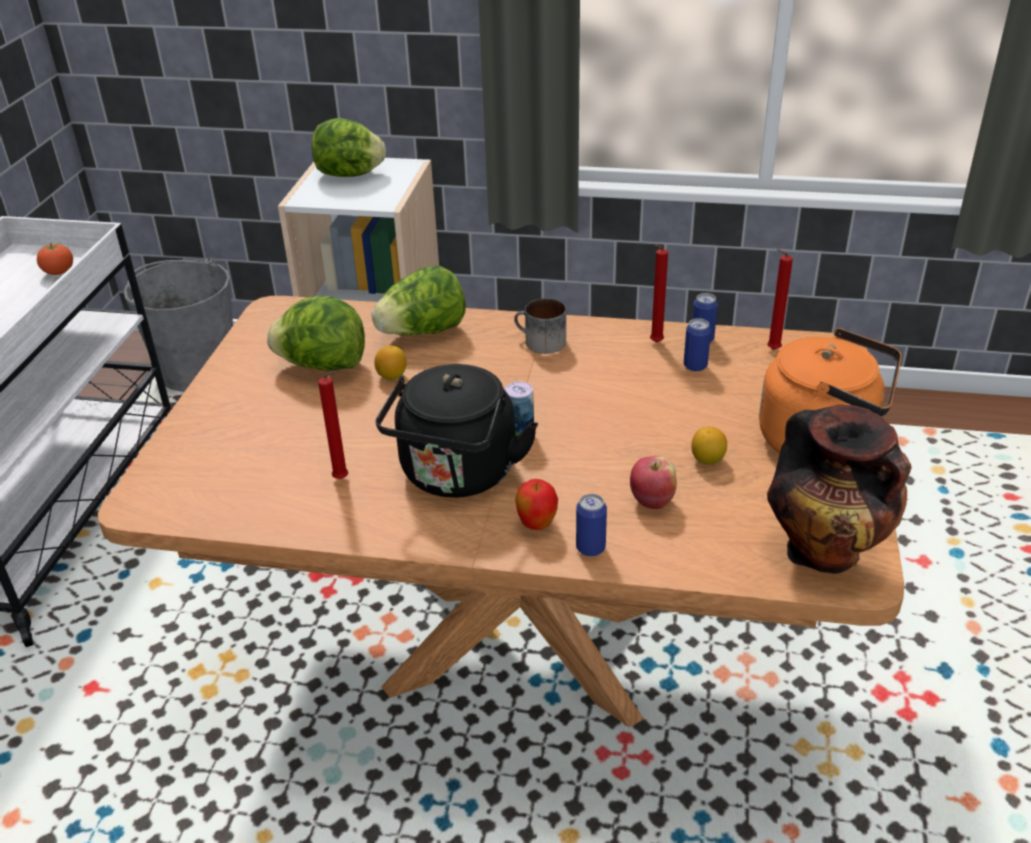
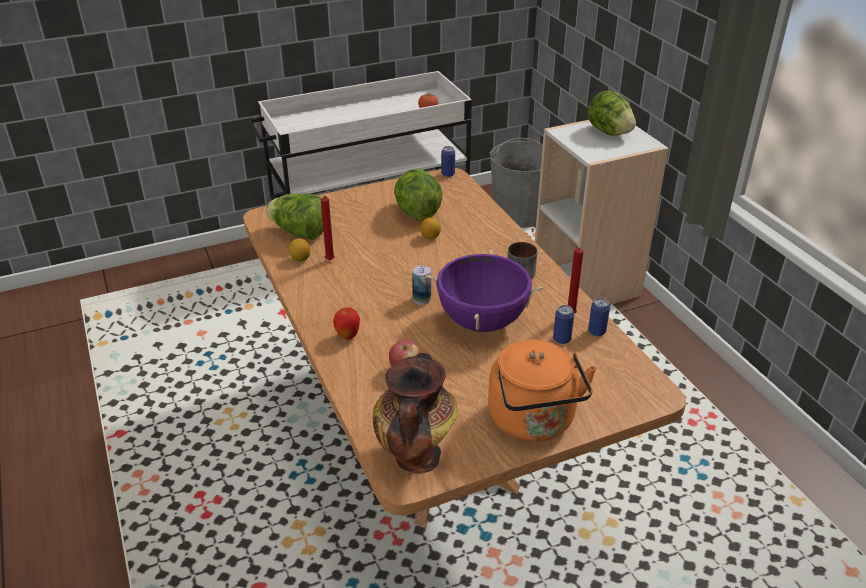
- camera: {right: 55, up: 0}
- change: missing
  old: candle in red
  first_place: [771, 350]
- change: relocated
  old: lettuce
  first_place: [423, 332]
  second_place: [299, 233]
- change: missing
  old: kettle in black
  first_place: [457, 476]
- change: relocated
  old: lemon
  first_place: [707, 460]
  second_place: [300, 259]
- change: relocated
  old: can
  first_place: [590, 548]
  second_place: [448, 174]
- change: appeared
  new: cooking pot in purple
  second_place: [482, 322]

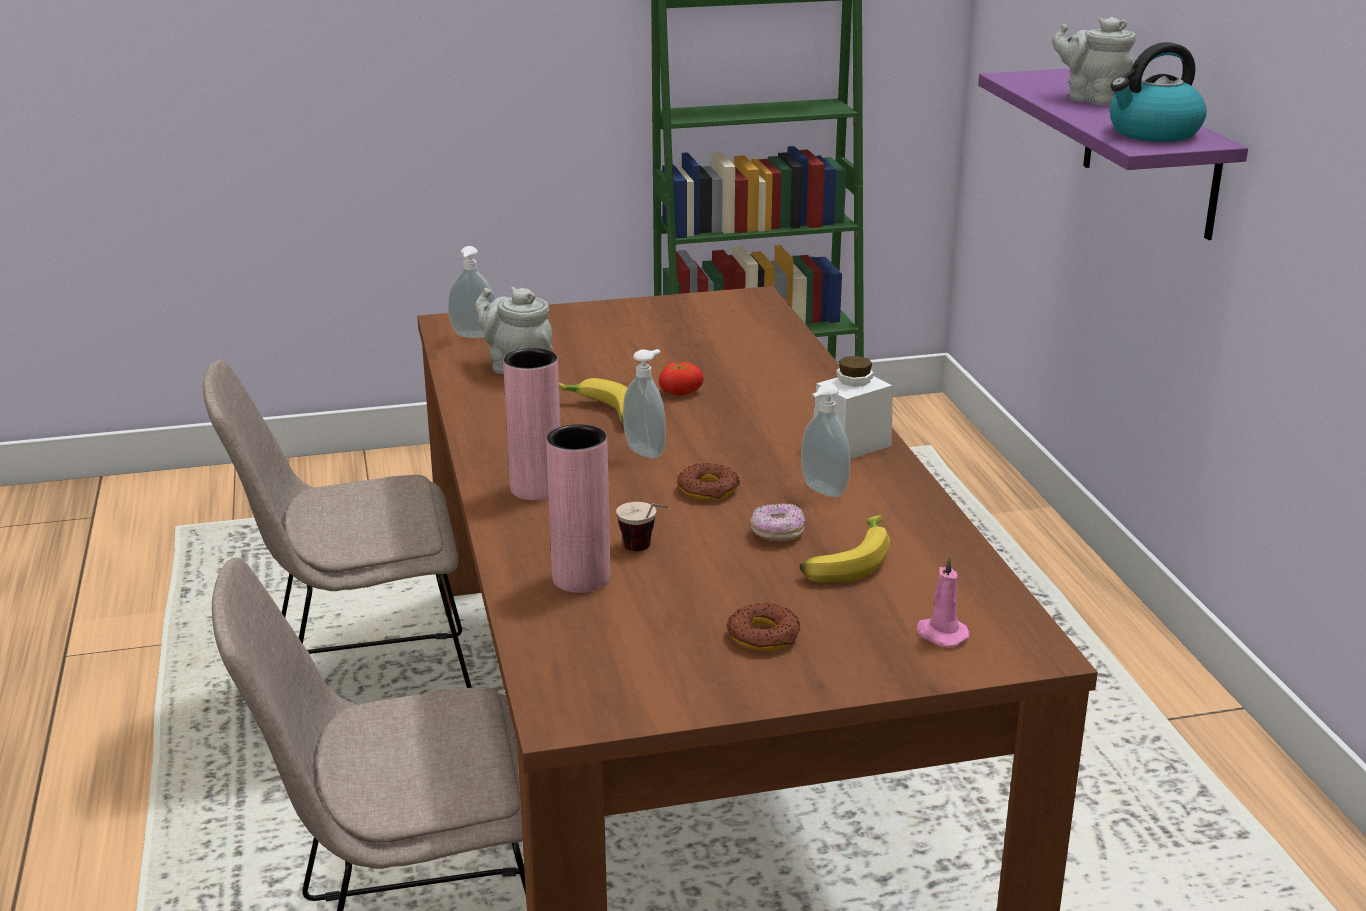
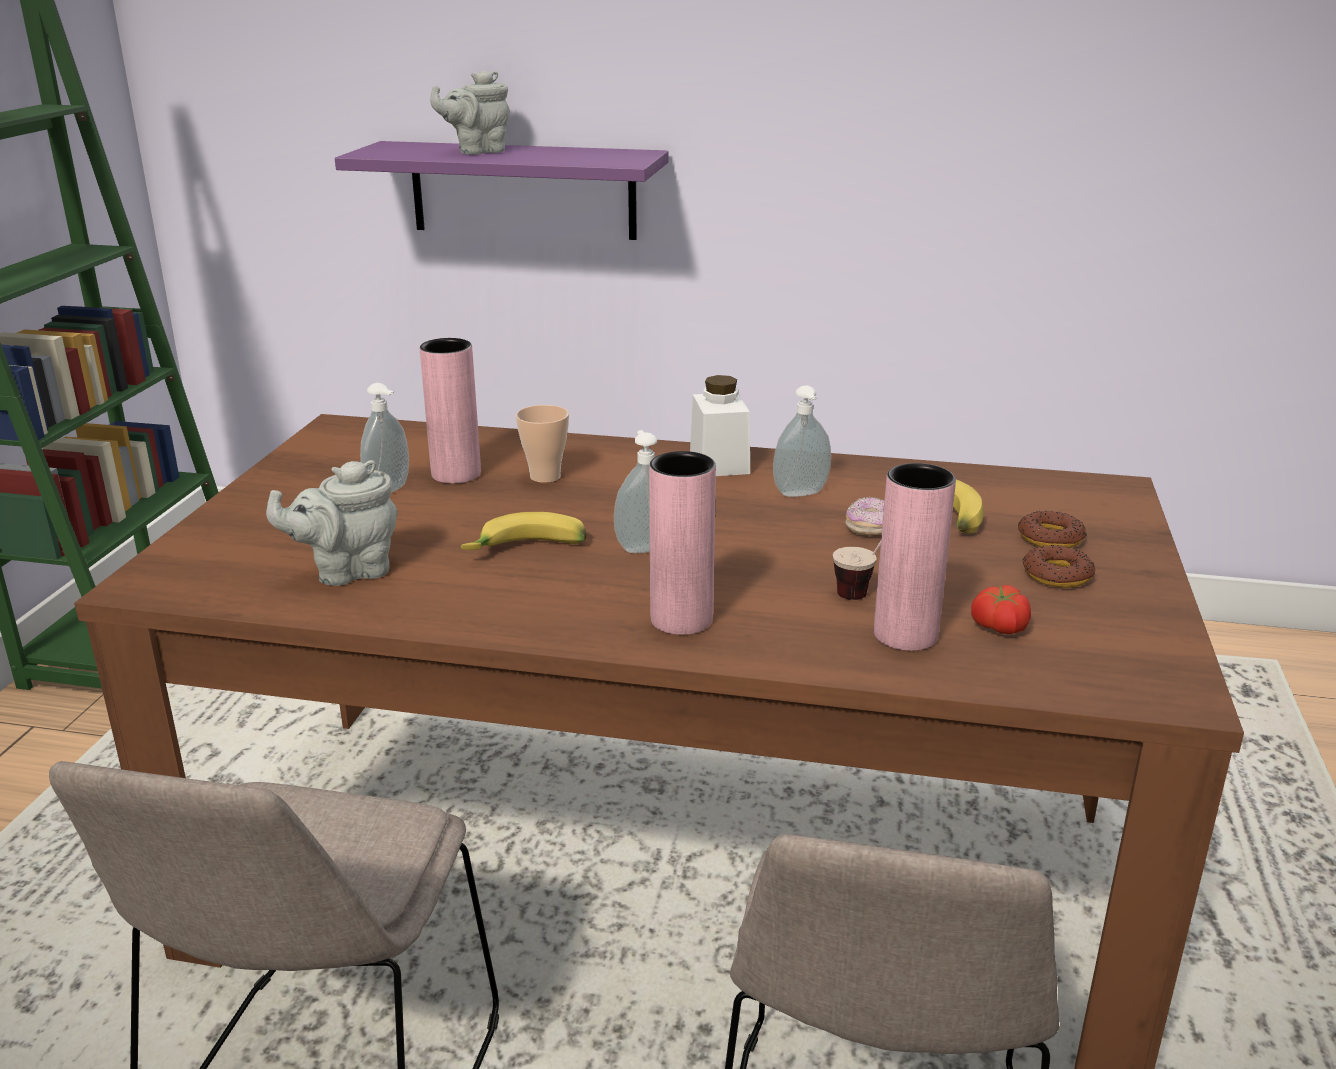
- camera: {right: -65, up: 0}
- change: missing
  old: kettle
  first_place: [1153, 133]
- change: relocated
  old: soap dispenser
  first_place: [473, 336]
  second_place: [390, 490]
- change: relocated
  old: tomato
  first_place: [679, 391]
  second_place: [998, 627]
- change: relocated
  old: donut
  first_place: [708, 489]
  second_place: [1050, 538]
- change: missing
  old: candle in pink
  first_place: [940, 634]
- change: appeared
  new: vase in pink
  second_place: [456, 474]
- change: appeared
  new: cup
  second_place: [545, 477]

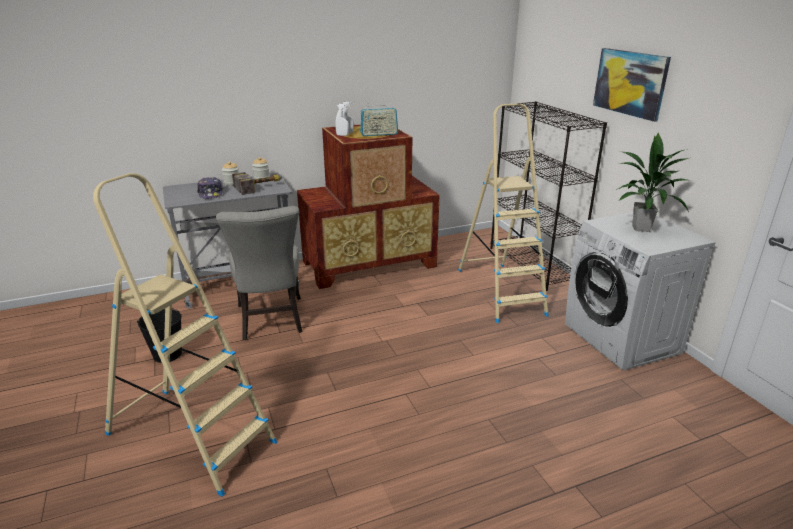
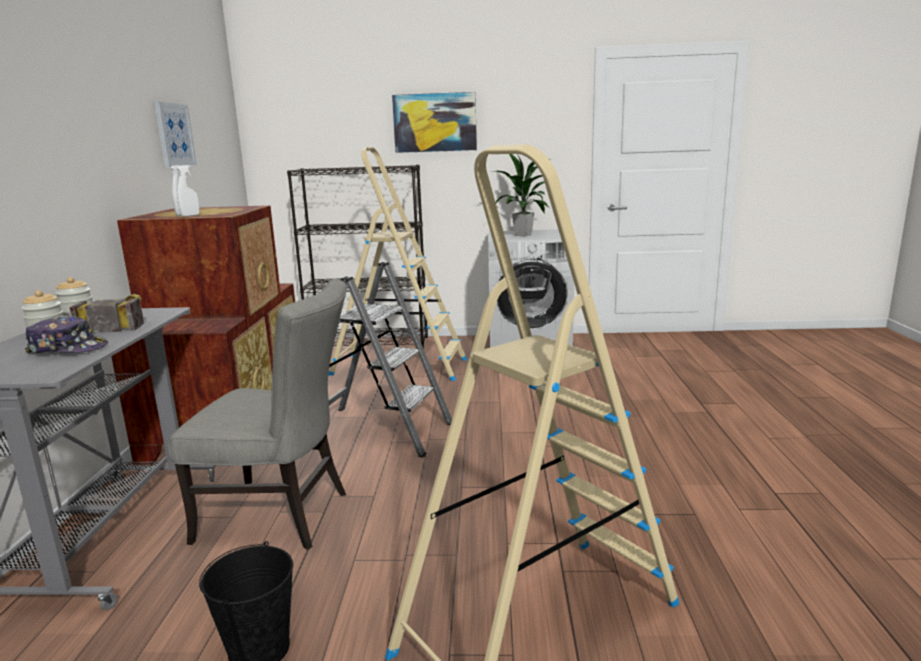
- camera: {right: -65, up: -10}
- change: missing
  old: radio
  first_place: [379, 134]
- change: appeared
  new: picture
  second_place: [174, 135]
- change: appeared
  new: step ladder in grey
  second_place: [376, 430]

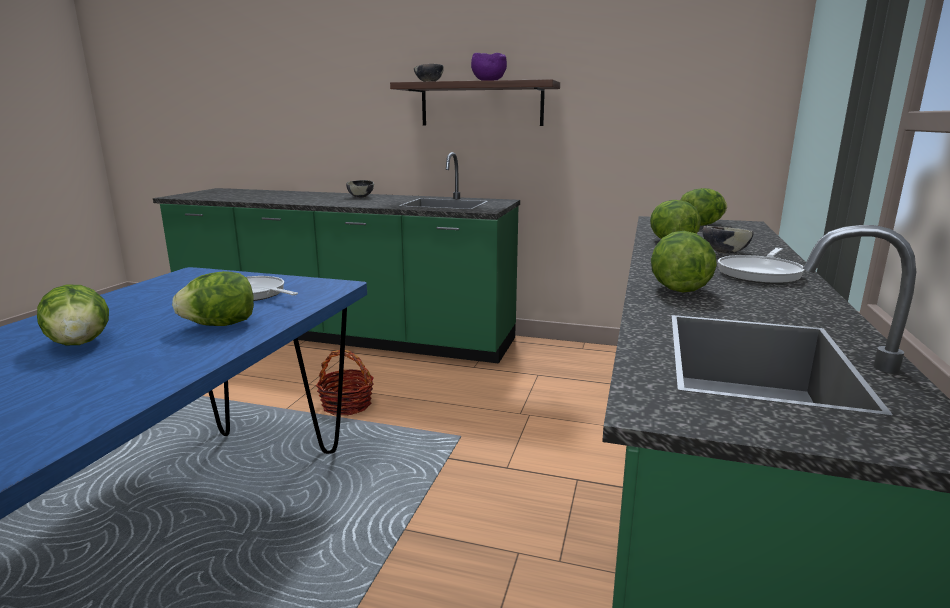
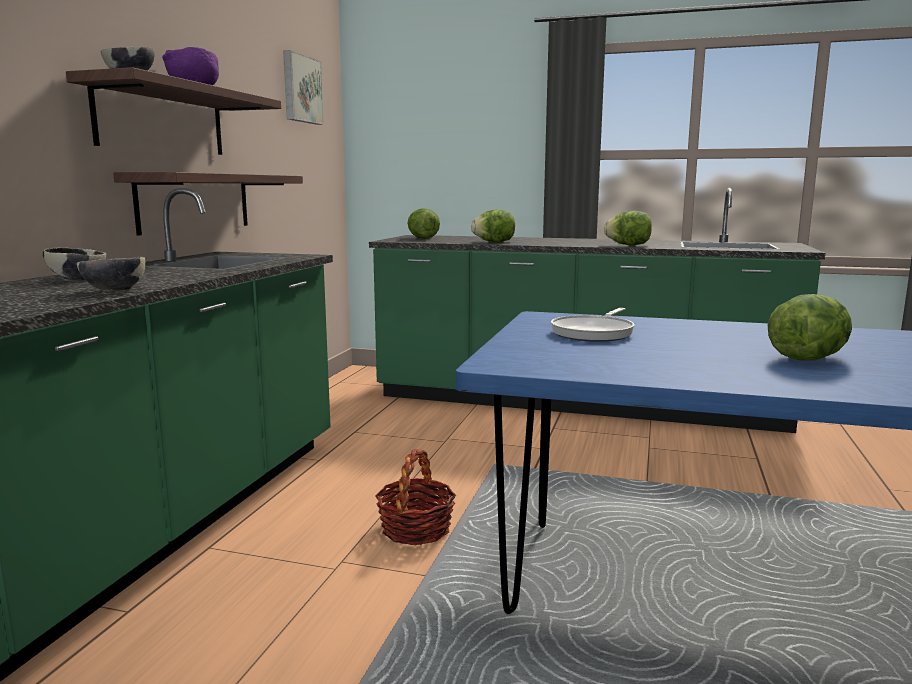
- camera: {right: -90, up: -5}
- change: relocated
  old: bowl
  first_place: [724, 252]
  second_place: [114, 291]
- change: missing
  old: frying pan
  first_place: [760, 273]
- change: missing
  old: lettuce
  first_place: [220, 325]
- change: appeared
  new: picture
  second_place: [301, 89]
- change: appeared
  new: shelf
  second_place: [195, 202]

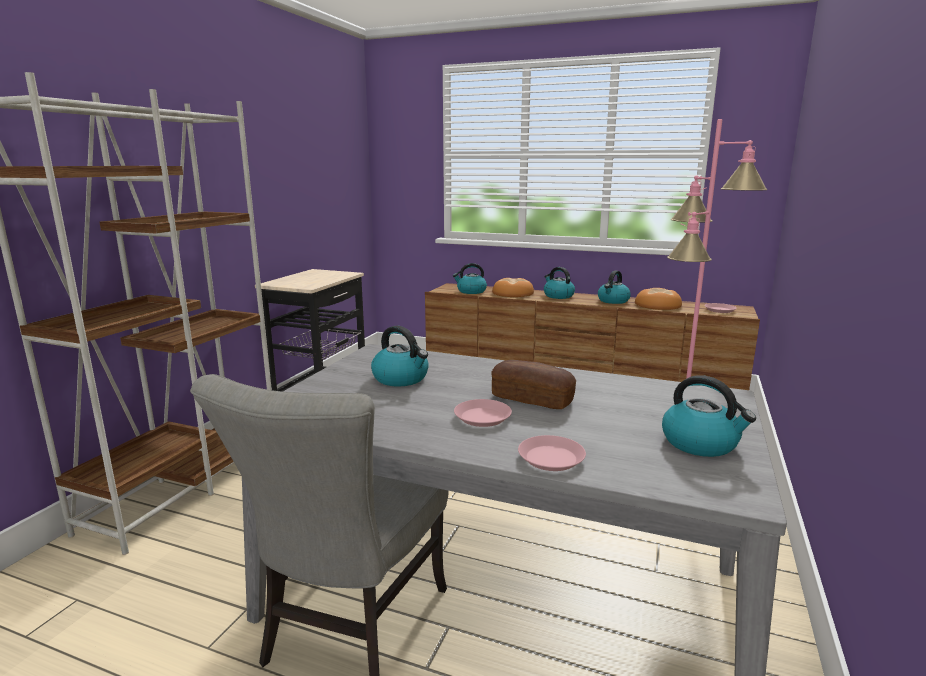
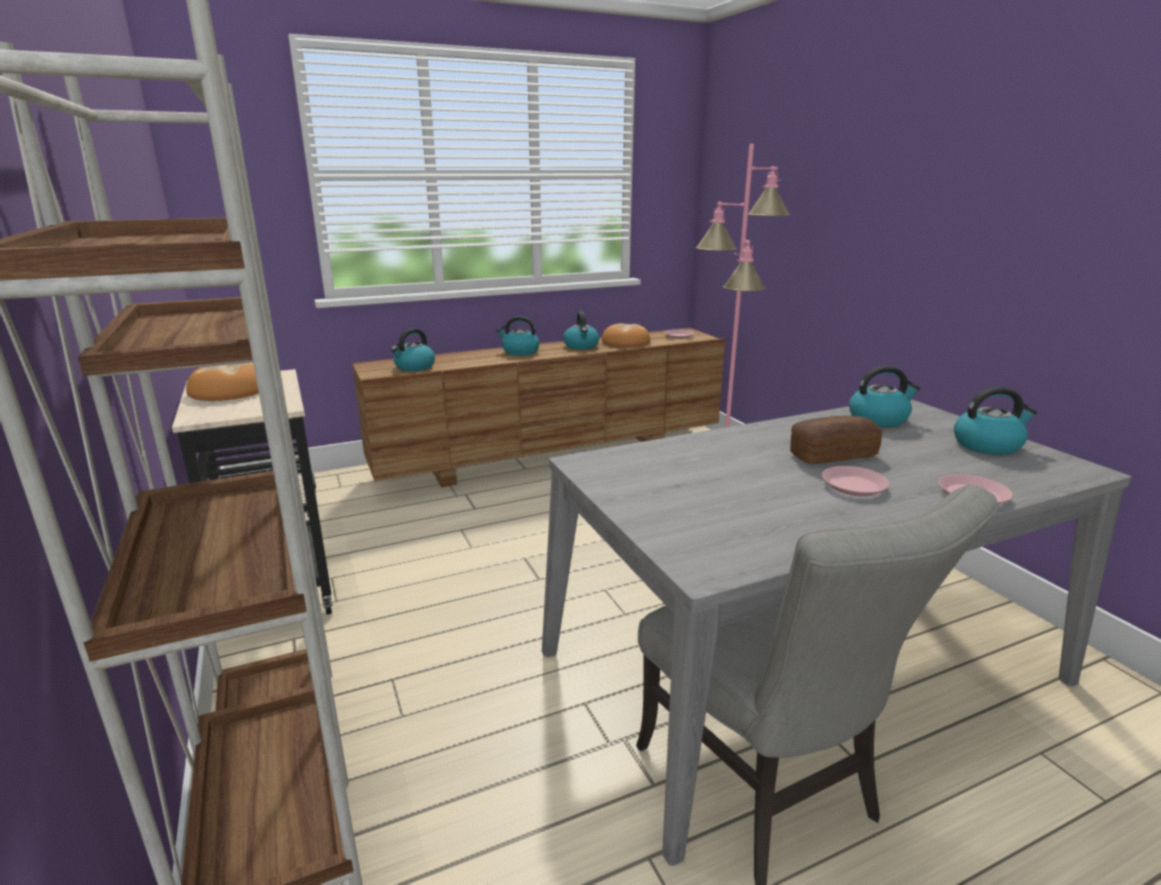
- camera: {right: -45, up: 5}
- change: relocated
  old: bread
  first_place: [513, 293]
  second_place: [231, 390]
- change: relocated
  old: kettle
  first_place: [401, 378]
  second_place: [878, 419]

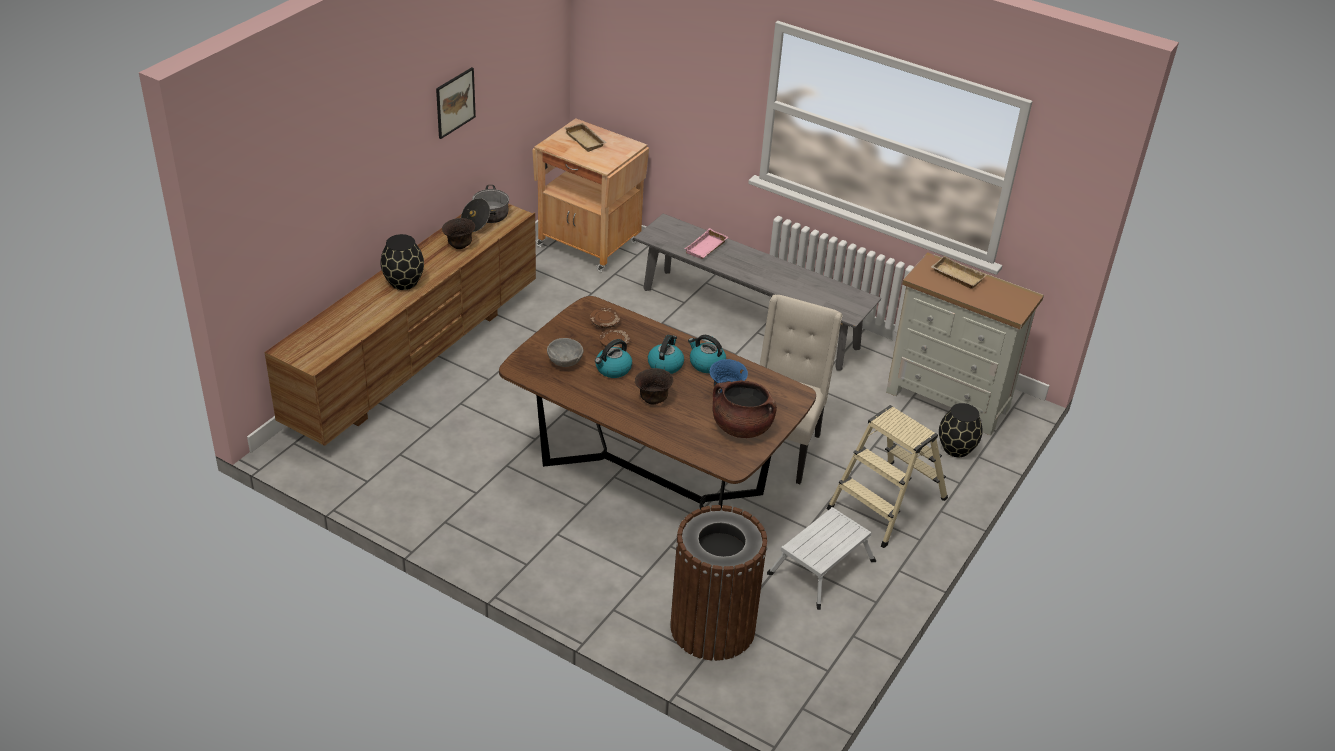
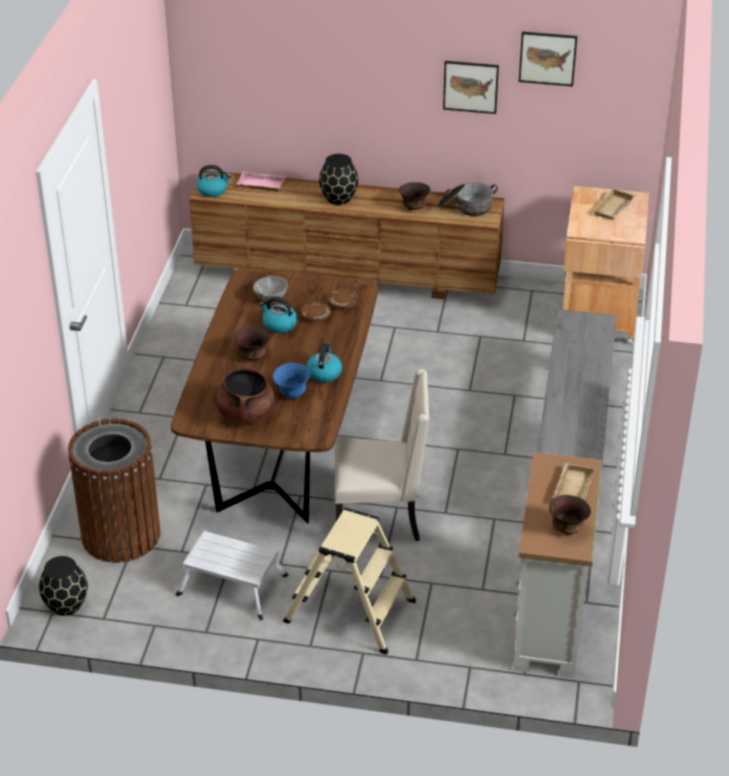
- camera: {right: 70, up: 0}
- change: relocated
  old: tray in pink
  first_place: [706, 248]
  second_place: [260, 185]
- change: relocated
  old: kettle
  first_place: [665, 365]
  second_place: [213, 190]
- change: relocated
  old: vase in black
  first_place: [956, 449]
  second_place: [65, 605]
- change: appeared
  new: picture
  second_place: [547, 58]
- change: appeared
  new: bowl in brown
  second_place: [567, 528]

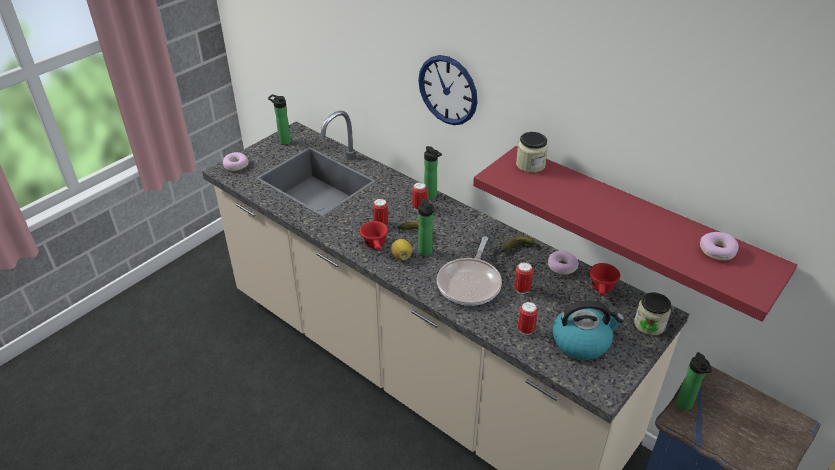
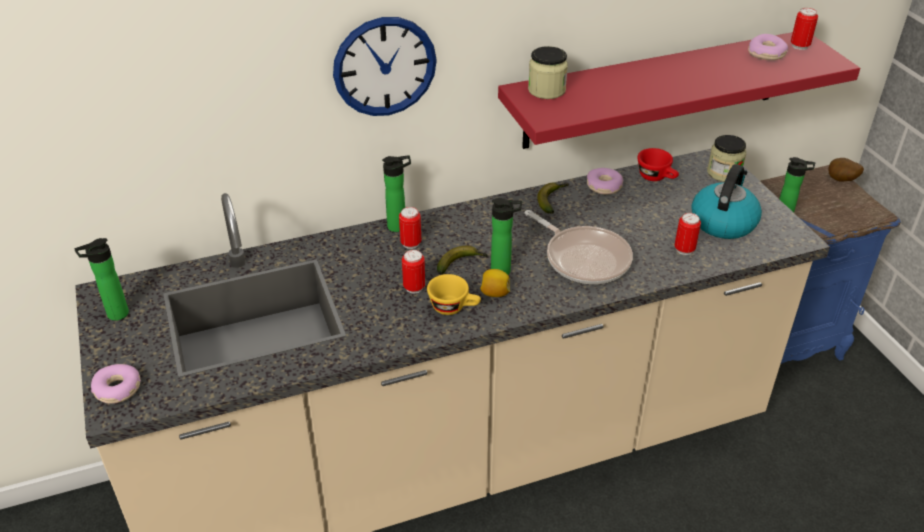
- camera: {right: -60, up: 0}
- change: colour
  old: cup in red
  new: cup in yellow
  first_place: [375, 245]
  second_place: [454, 307]
- change: relocated
  old: can
  first_place: [522, 289]
  second_place: [799, 46]
- change: appeared
  new: potato
  second_place: [841, 181]

